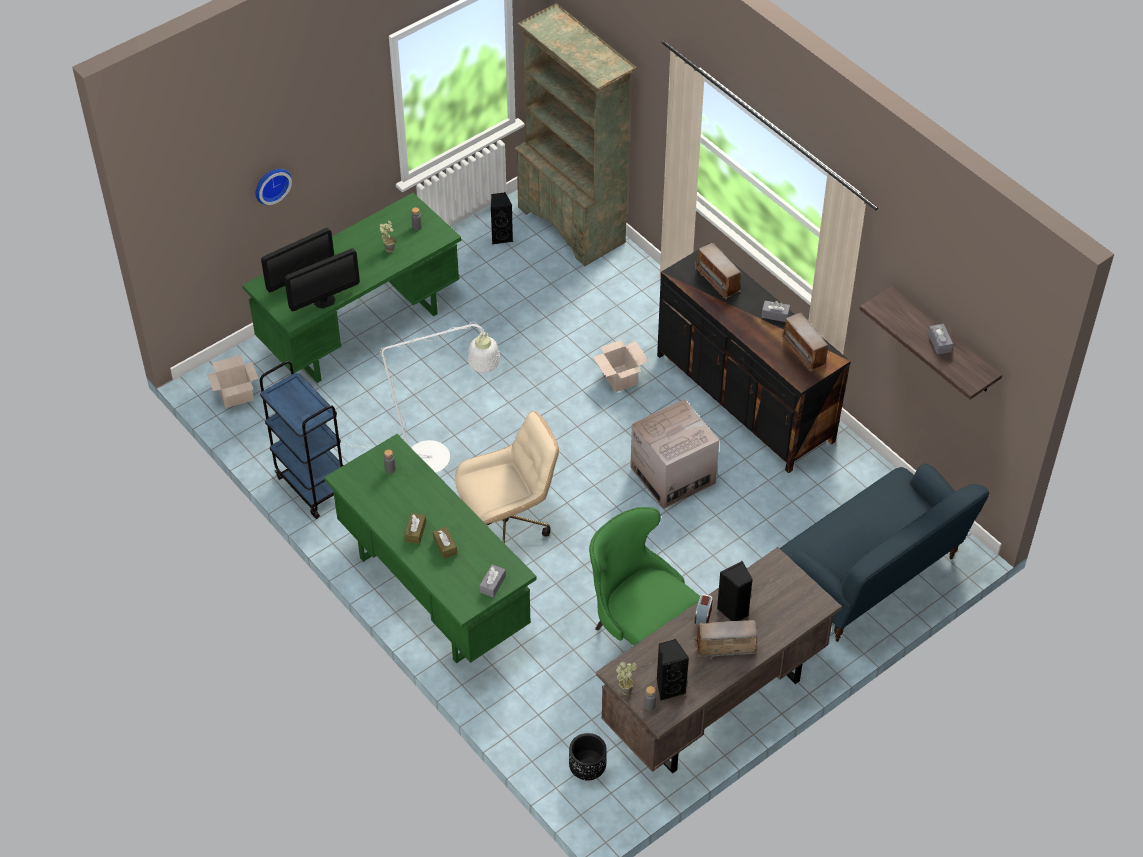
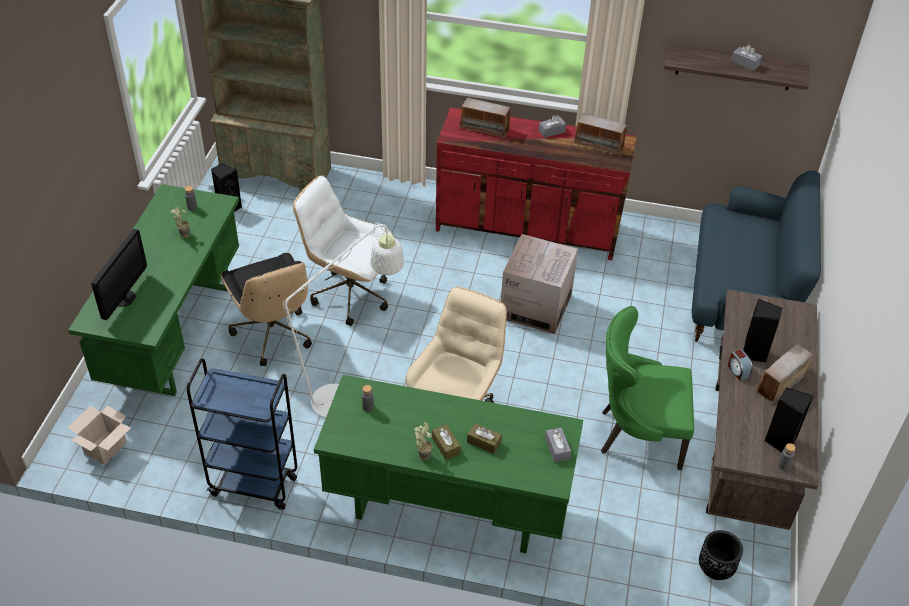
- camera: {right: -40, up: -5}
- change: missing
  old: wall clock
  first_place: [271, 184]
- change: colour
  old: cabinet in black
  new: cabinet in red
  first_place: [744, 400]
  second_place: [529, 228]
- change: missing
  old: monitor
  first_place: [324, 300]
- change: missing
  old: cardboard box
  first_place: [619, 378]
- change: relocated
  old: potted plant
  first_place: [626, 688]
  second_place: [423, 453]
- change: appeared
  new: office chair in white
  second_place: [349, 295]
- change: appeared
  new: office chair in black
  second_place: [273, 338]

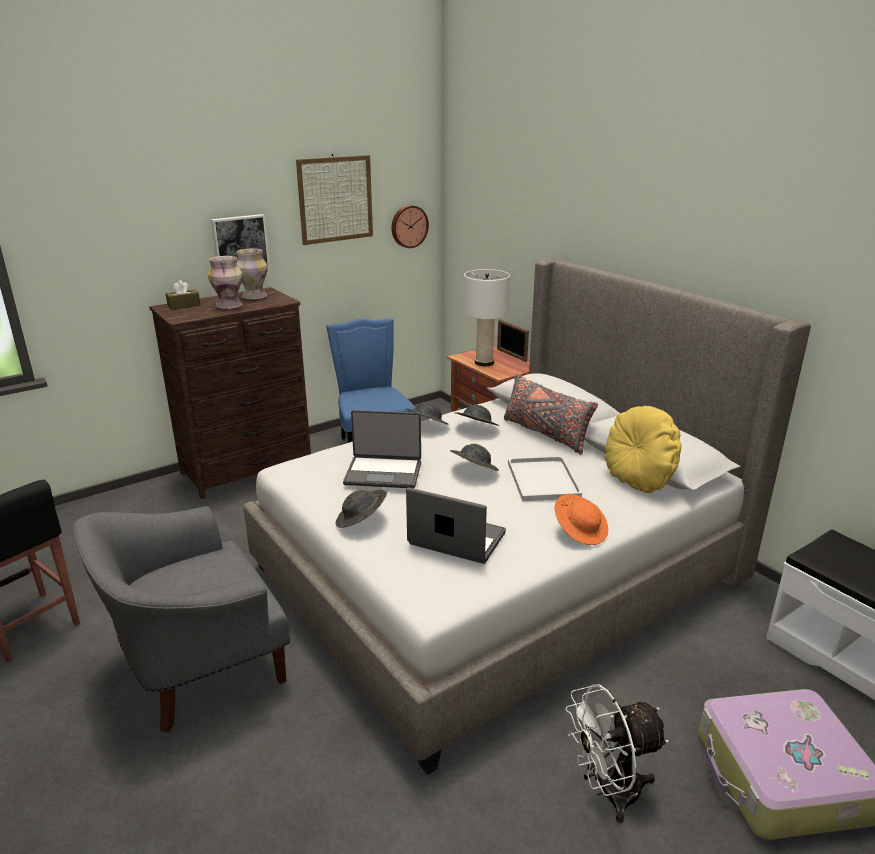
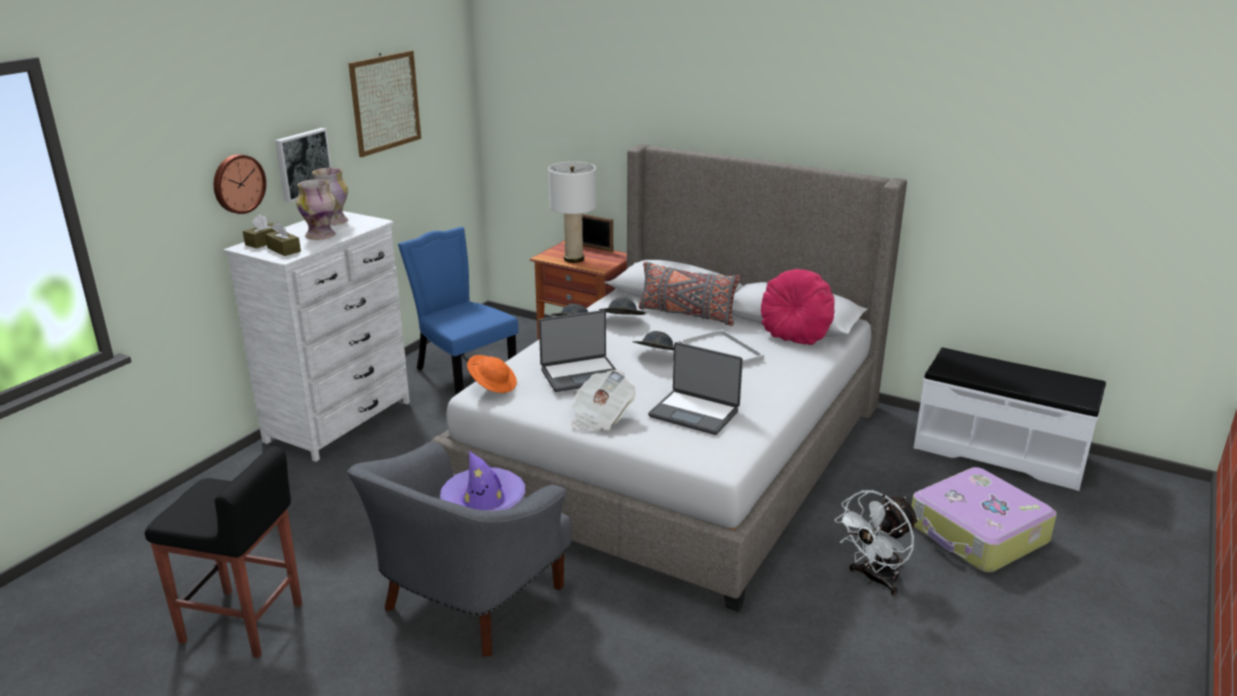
- camera: {right: -25, up: 0}
- change: relocated
  old: wall clock
  first_place: [408, 226]
  second_place: [237, 183]
- change: colour
  old: dresser in brown
  new: dresser in white
  first_place: [248, 470]
  second_place: [341, 422]
- change: colour
  old: pillow in yellow
  new: pillow in pink
  first_place: [637, 482]
  second_place: [794, 338]
- change: spun
  old: laptop
  first_place: [456, 540]
  second_place: [695, 413]
  degrees: -150
- change: exchanged
  old: hat in grey
  new: newspaper
  first_place: [361, 521]
  second_place: [600, 417]
- change: relocated
  old: hat in orange
  first_place: [580, 531]
  second_place: [493, 385]
- change: appeared
  new: tissue box in brown
  second_place: [284, 250]
- change: appeared
  new: hat in purple
  second_place: [483, 501]

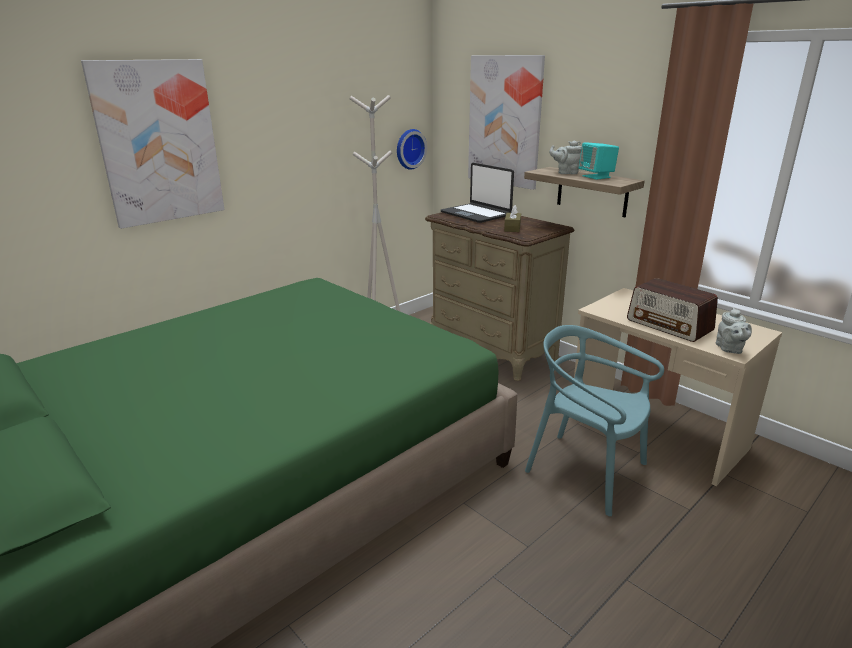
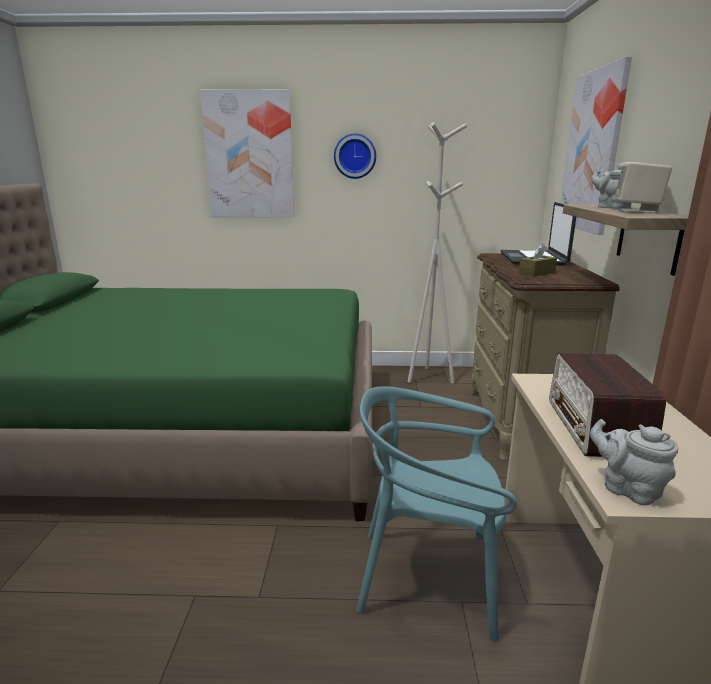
- camera: {right: 45, up: -5}
- change: relocated
  old: wall clock
  first_place: [409, 149]
  second_place: [355, 156]
- change: colour
  old: speaker in turquoise
  new: speaker in beige
  first_place: [596, 177]
  second_place: [637, 211]
- change: spun
  old: teapot in grey
  first_place: [729, 349]
  second_place: [627, 489]
  degrees: 90
- change: spun
  old: chair in turquoise
  first_place: [586, 471]
  second_place: [428, 577]
  degrees: -75

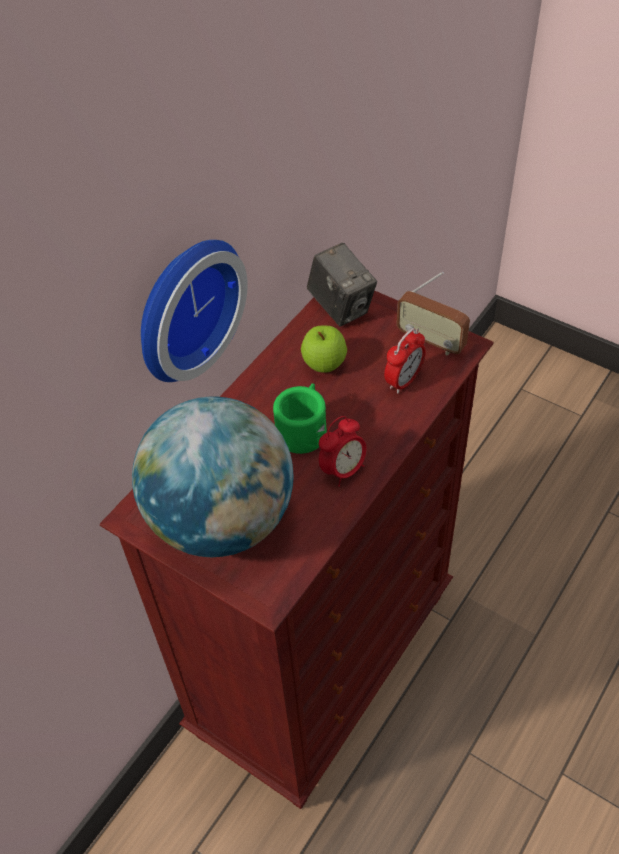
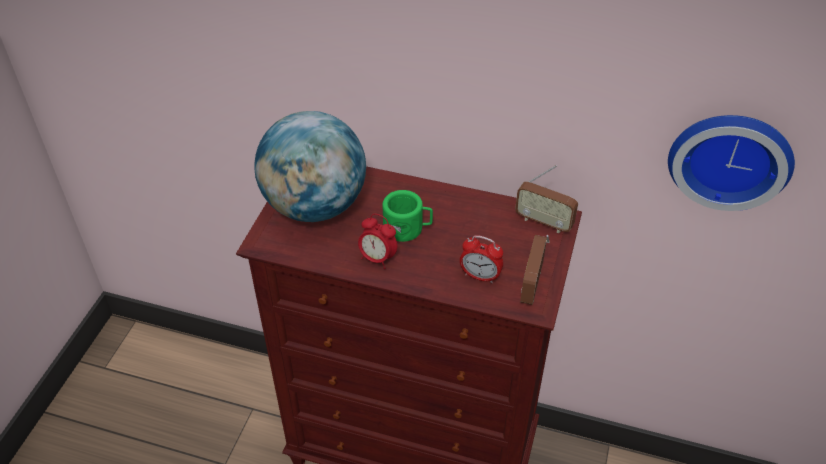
- camera: {right: 70, up: -5}
- change: relocated
  old: wall clock
  first_place: [183, 306]
  second_place: [730, 156]
- change: exchanged
  old: photo camera
  new: radio
  first_place: [341, 307]
  second_place: [543, 222]
- change: missing
  old: apple
  first_place: [324, 364]

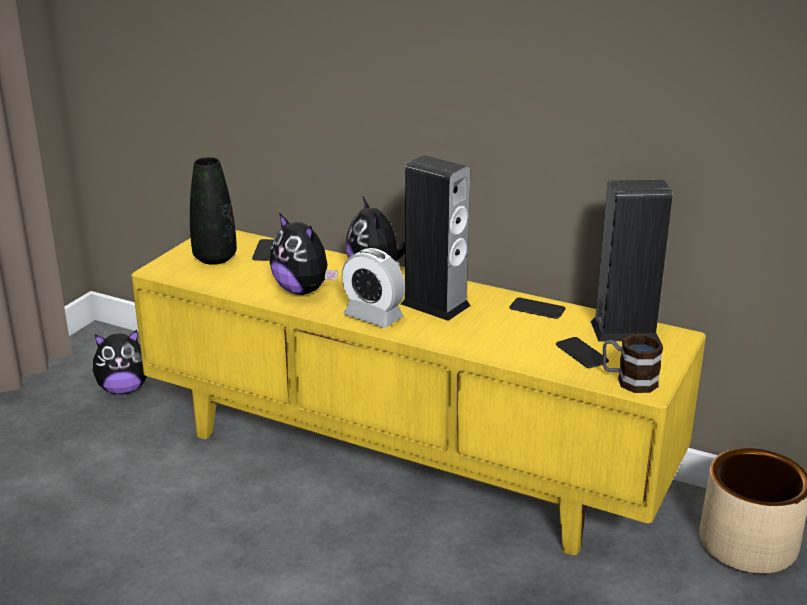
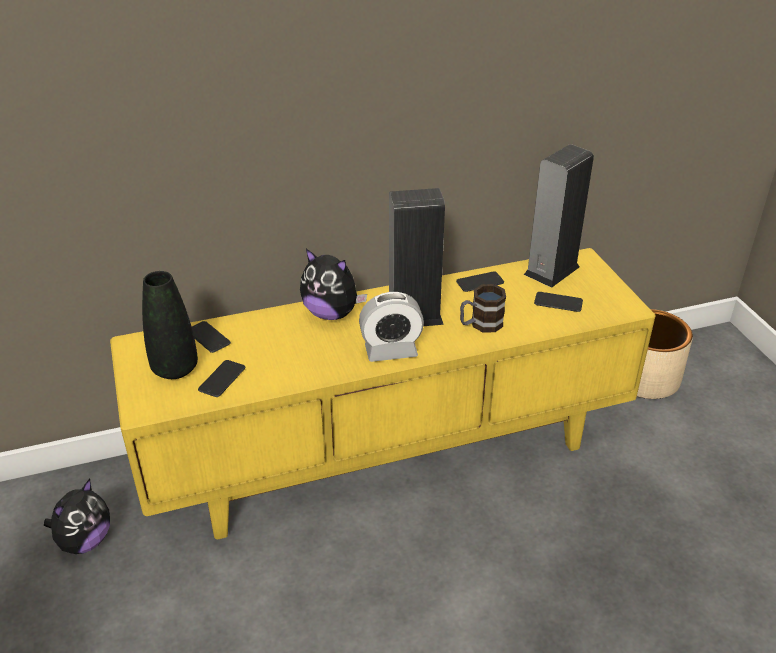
- camera: {right: -45, up: 10}
- change: missing
  old: plush toy
  first_place: [303, 290]
- change: relocated
  old: mug
  first_place: [629, 381]
  second_place: [480, 324]
- change: appeared
  new: phone
  second_place: [222, 379]

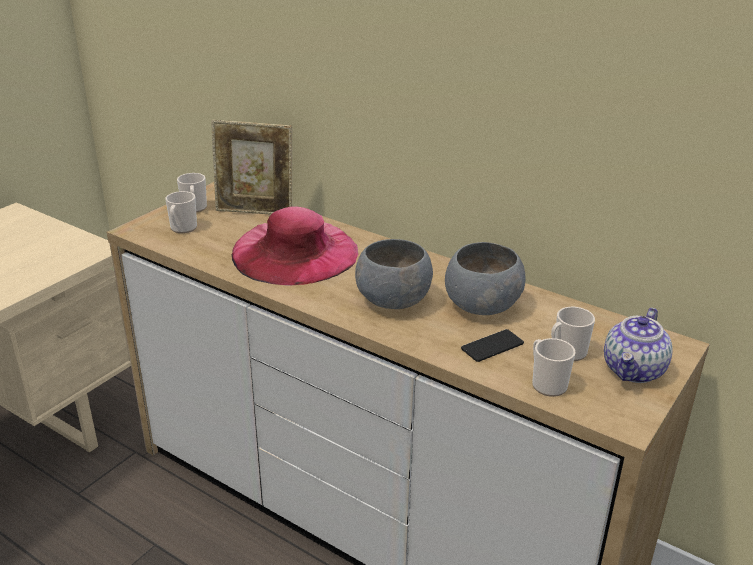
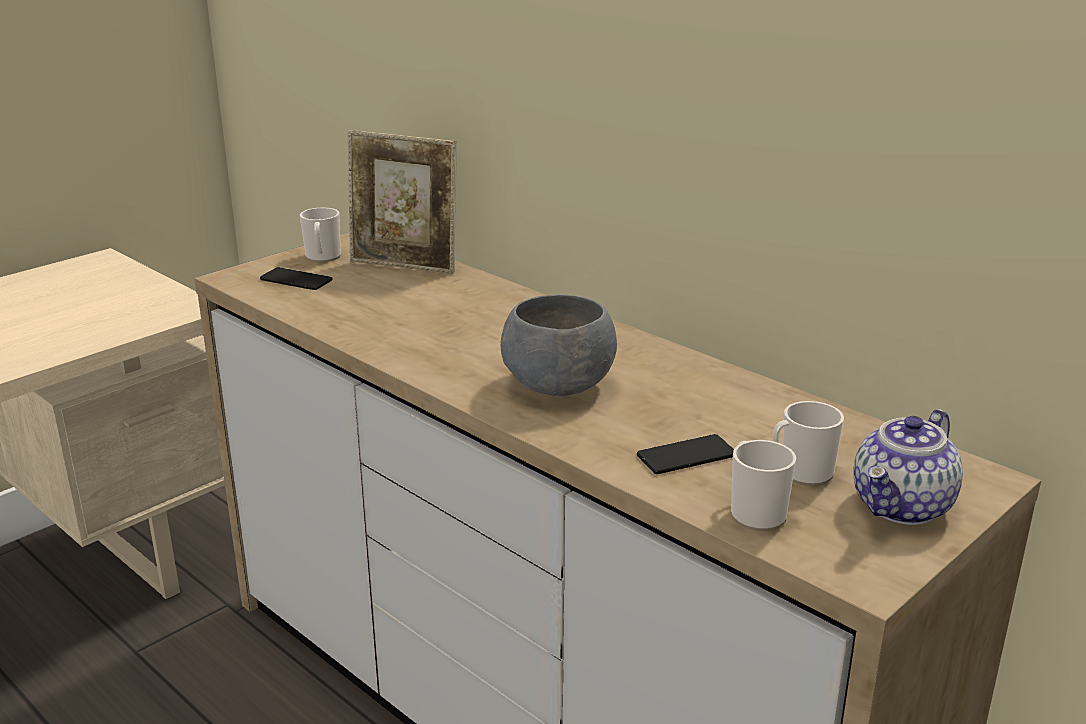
- camera: {right: 10, up: -5}
- change: exchanged
  old: mug
  new: phone
  first_place: [182, 229]
  second_place: [296, 280]
- change: missing
  old: hat in pink
  first_place: [294, 252]
- change: missing
  old: bowl in grey
  first_place: [480, 305]

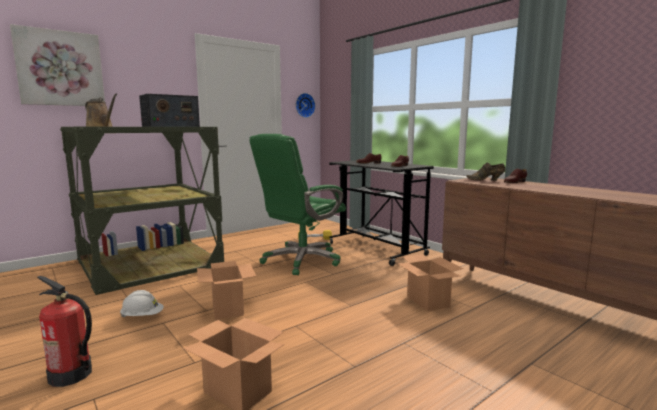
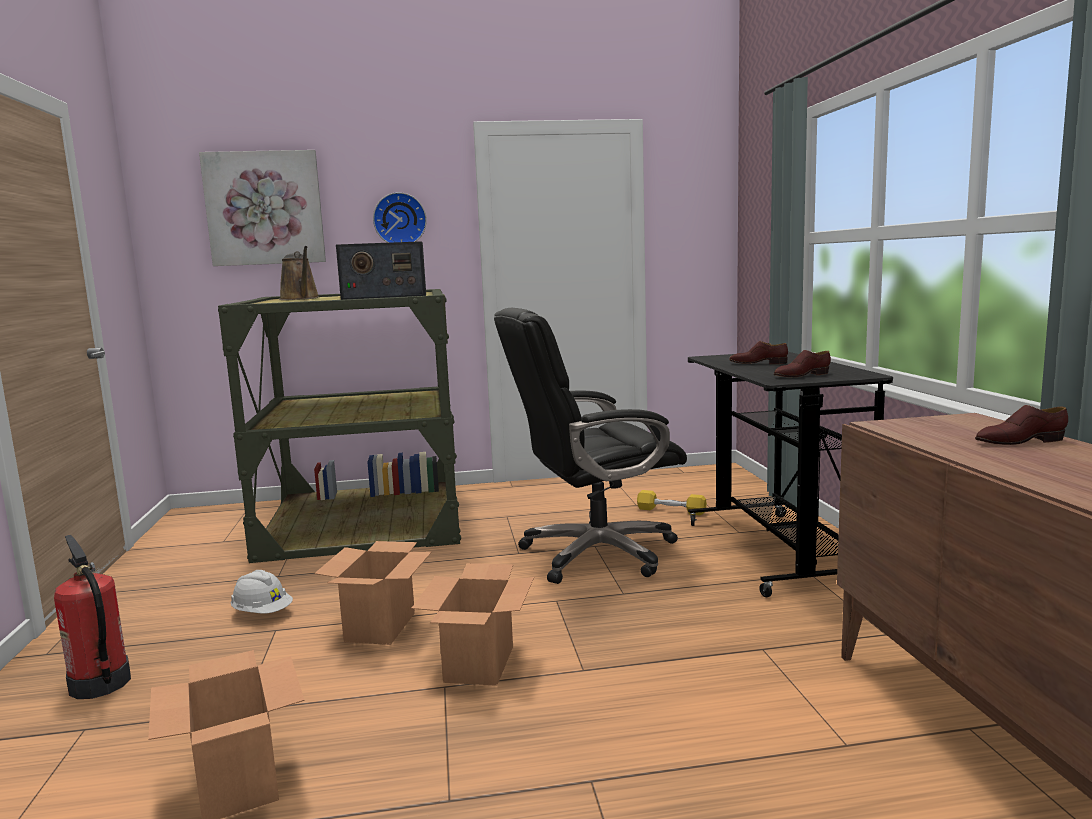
- camera: {right: 30, up: 0}
- change: relocated
  old: wall clock
  first_place: [304, 105]
  second_place: [400, 219]
- change: colour
  old: office chair in green
  new: office chair in black
  first_place: [301, 261]
  second_place: [596, 554]
- change: missing
  old: shoe in brown
  first_place: [486, 180]
- change: relocated
  old: cardboard box
  first_place: [428, 301]
  second_place: [479, 664]

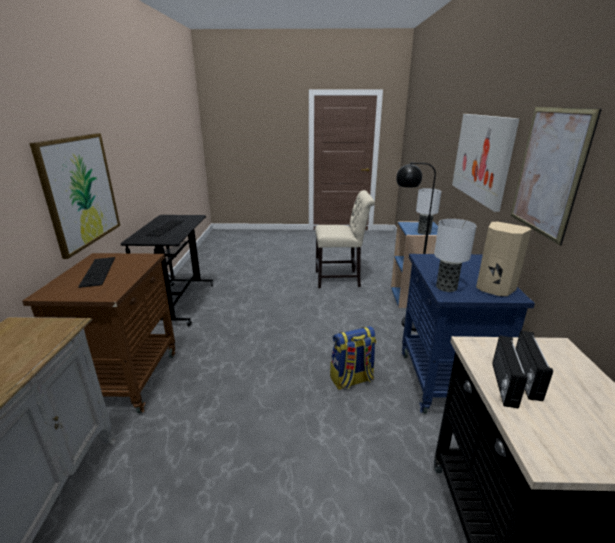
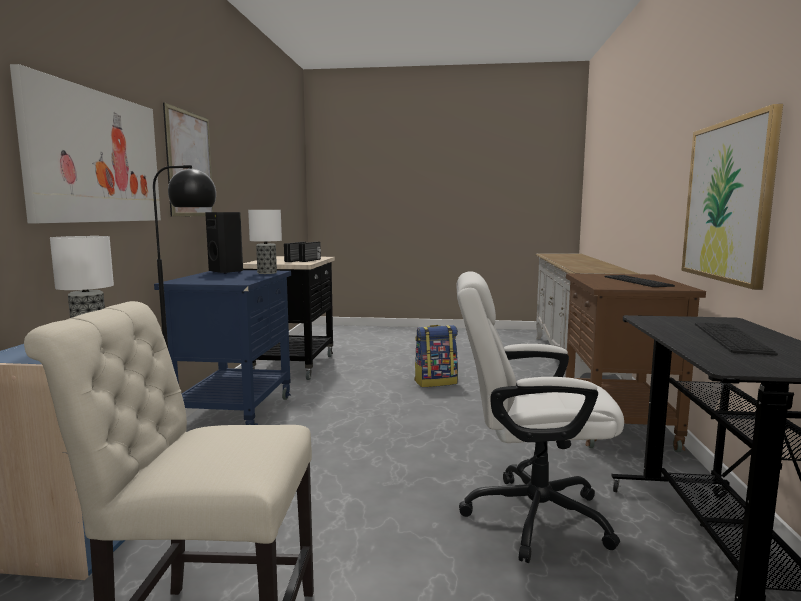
- camera: {right: -175, up: -15}
- change: colour
  old: speaker in beige
  new: speaker in black
  first_place: [493, 289]
  second_place: [227, 272]
- change: relocated
  old: backpack
  first_place: [351, 380]
  second_place: [436, 382]
- change: appeared
  new: office chair in white
  second_place: [528, 518]

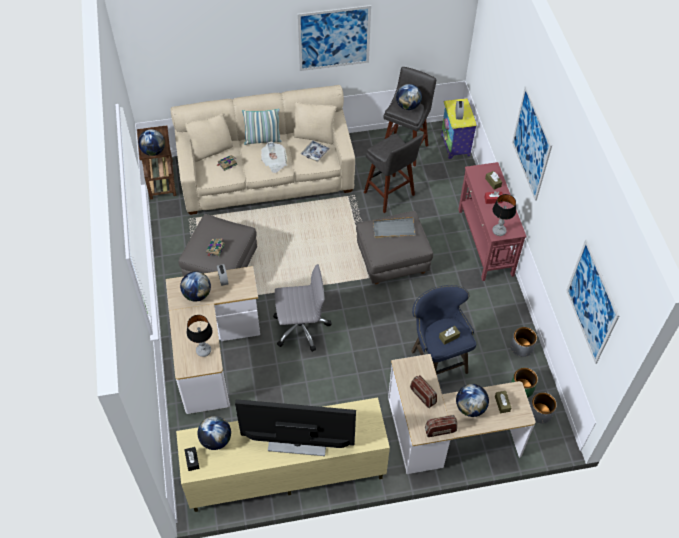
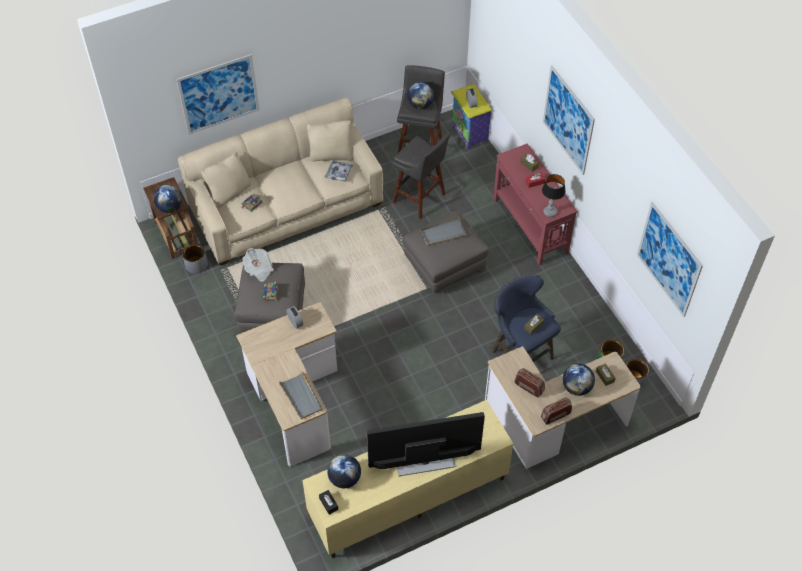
- camera: {right: -15, up: 0}
- change: relocated
  old: picture
  first_place: [334, 38]
  second_place: [219, 94]
- change: missing
  old: pillow
  first_place: [262, 140]
- change: relocated
  old: newspaper
  first_place: [274, 162]
  second_place: [258, 269]
- change: missing
  old: office chair in grey
  first_place: [301, 327]
- change: missing
  old: globe
  first_place: [197, 294]
- change: exchanged
  old: table lamp
  new: tray in grey
  first_place: [203, 351]
  second_place: [301, 397]
- change: relocated
  old: planter in grey
  first_place: [521, 347]
  second_place: [196, 265]

